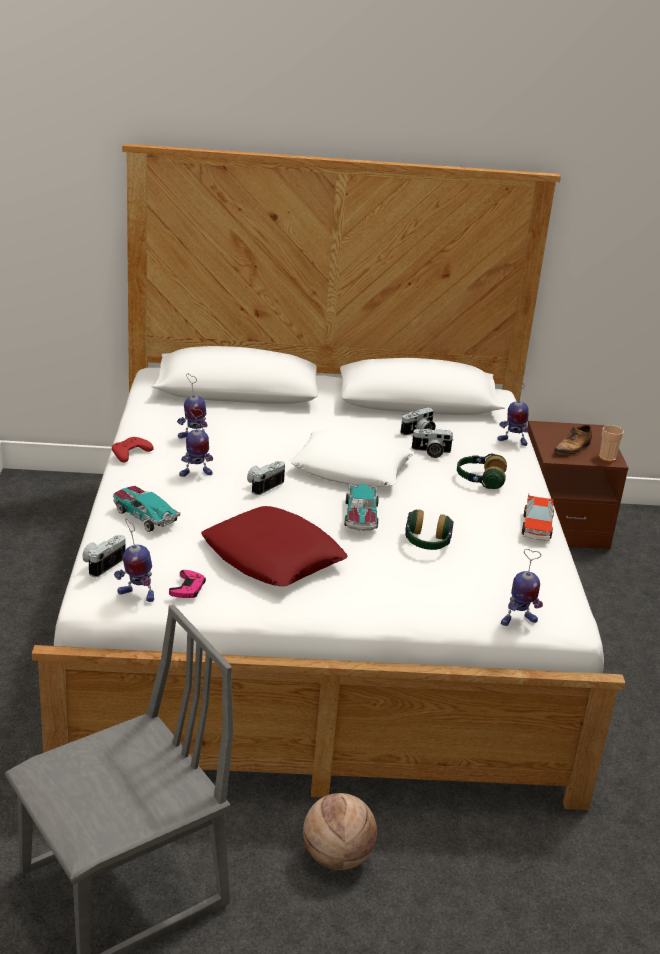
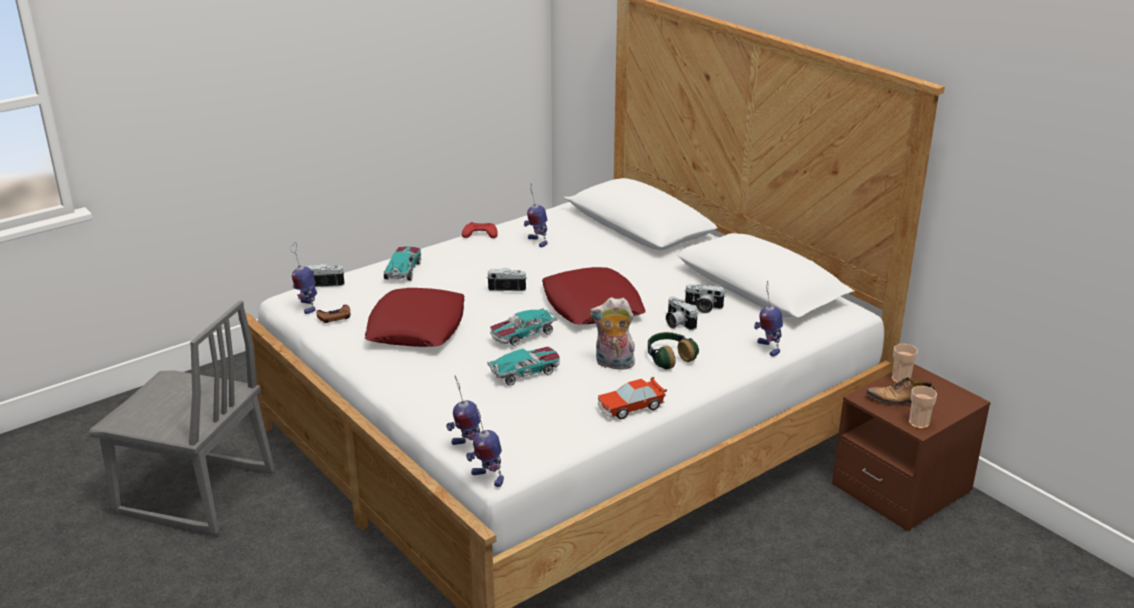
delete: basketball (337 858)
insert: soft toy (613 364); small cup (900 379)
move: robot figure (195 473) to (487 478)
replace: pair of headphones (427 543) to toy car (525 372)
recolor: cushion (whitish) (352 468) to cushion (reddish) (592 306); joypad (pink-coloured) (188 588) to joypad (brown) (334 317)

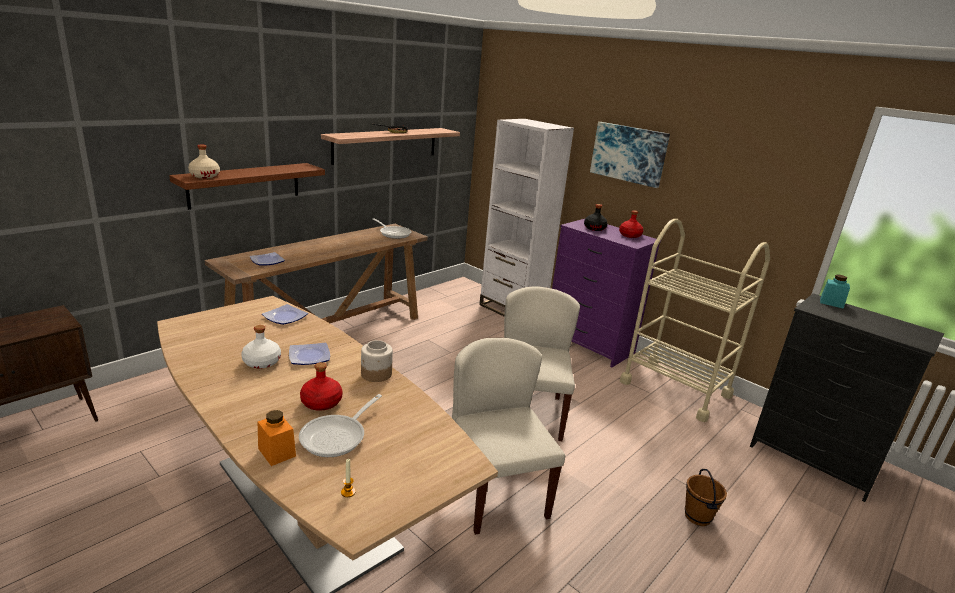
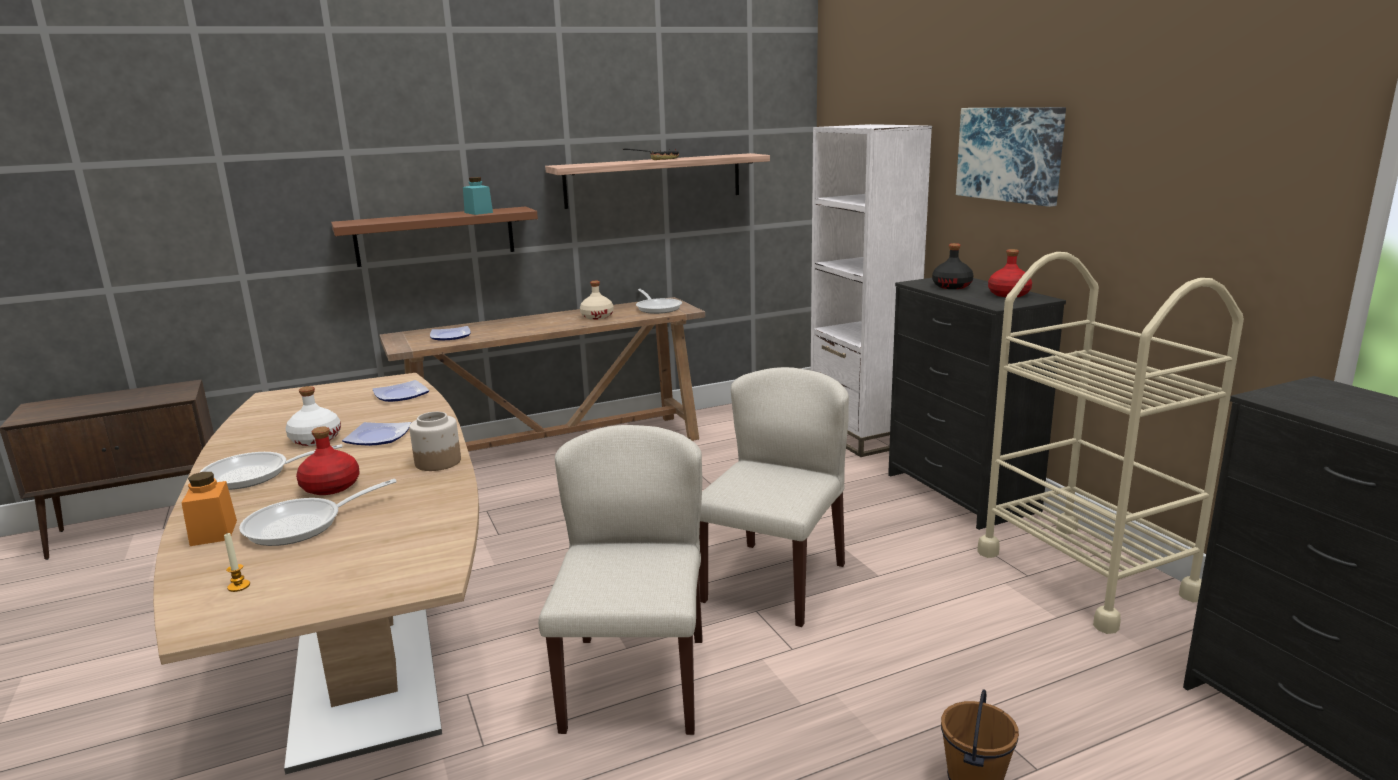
insert: skillet (254 475)
move: beverage bottle (sand-coloured) (205 176) to (597 316); preserve jar (turquoise) (831 303) to (478 212)
recolor: chest of drawers (purple) (589 344) to chest of drawers (black) (960 493)

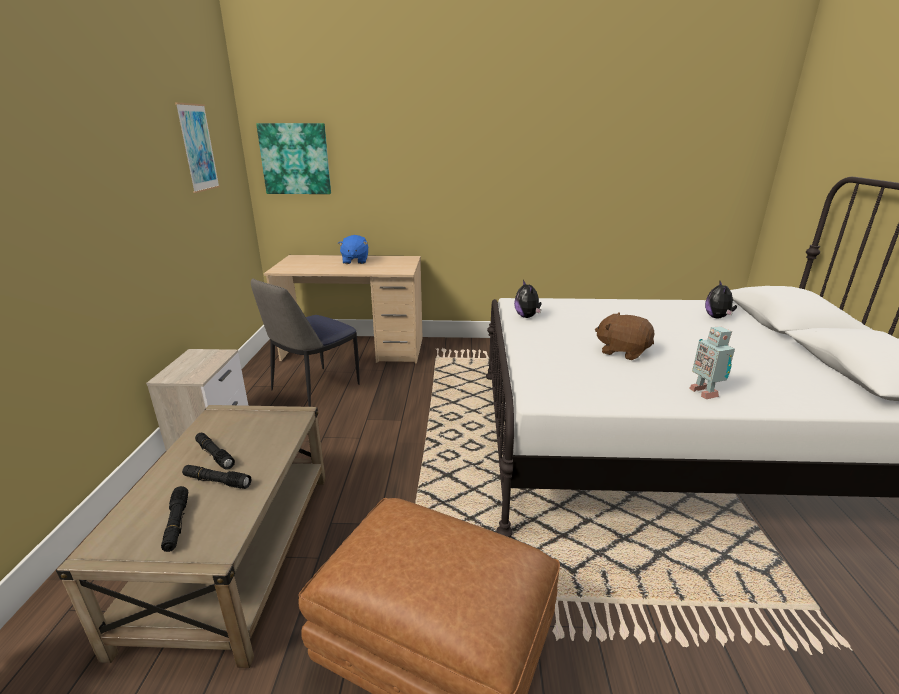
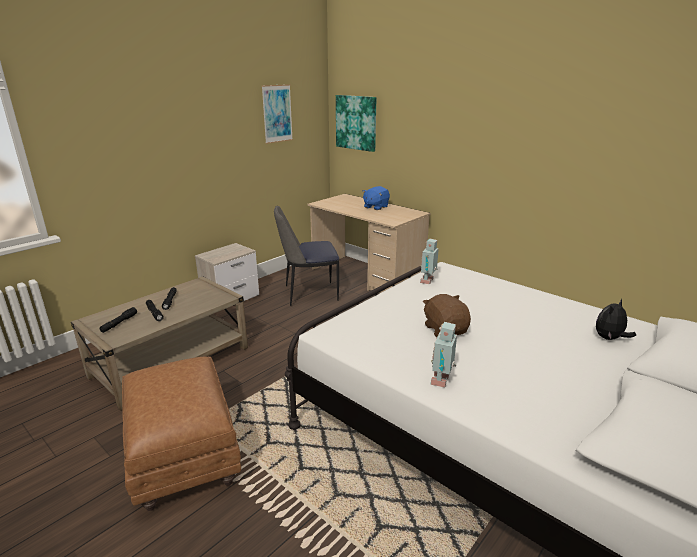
replace: soft toy (527 316) to robot figure (428 281)

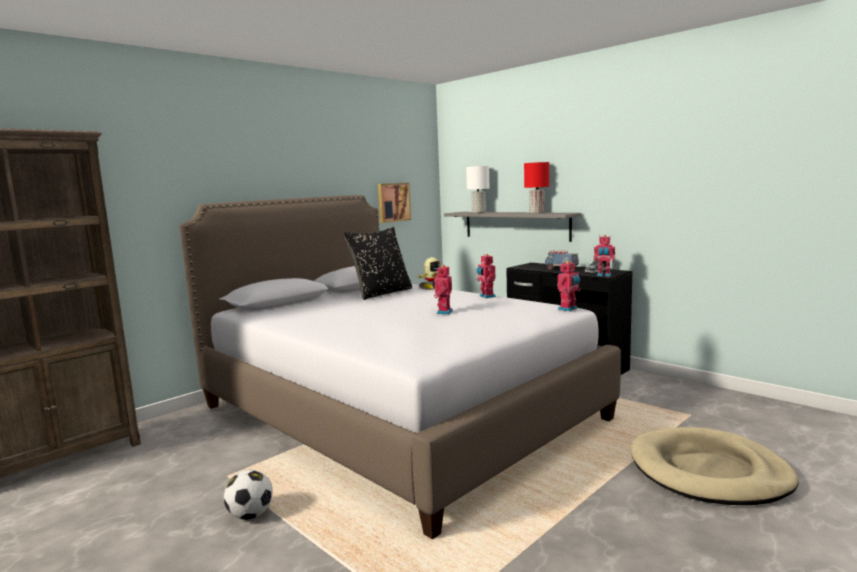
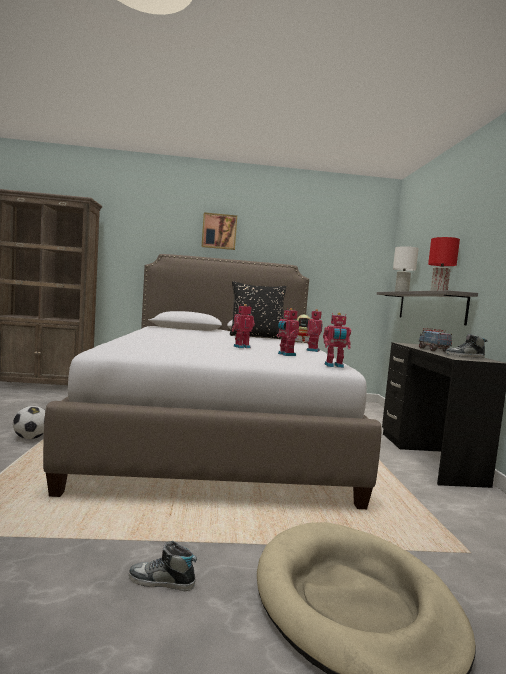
insert: shoe (161 581)
move: picture (393 202) to (219 231); robot figure (604 275) to (285 354)

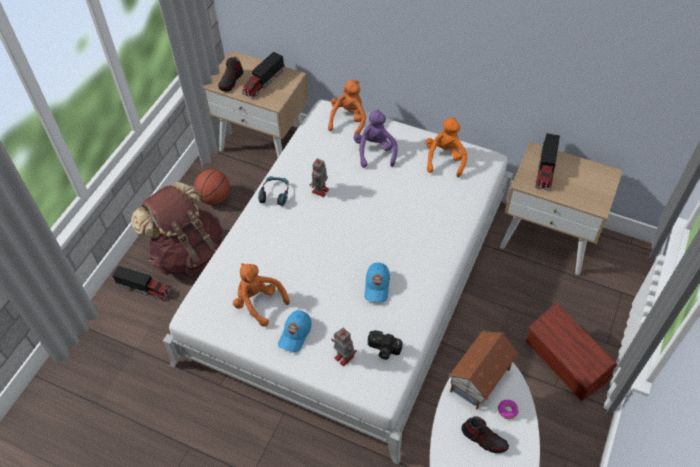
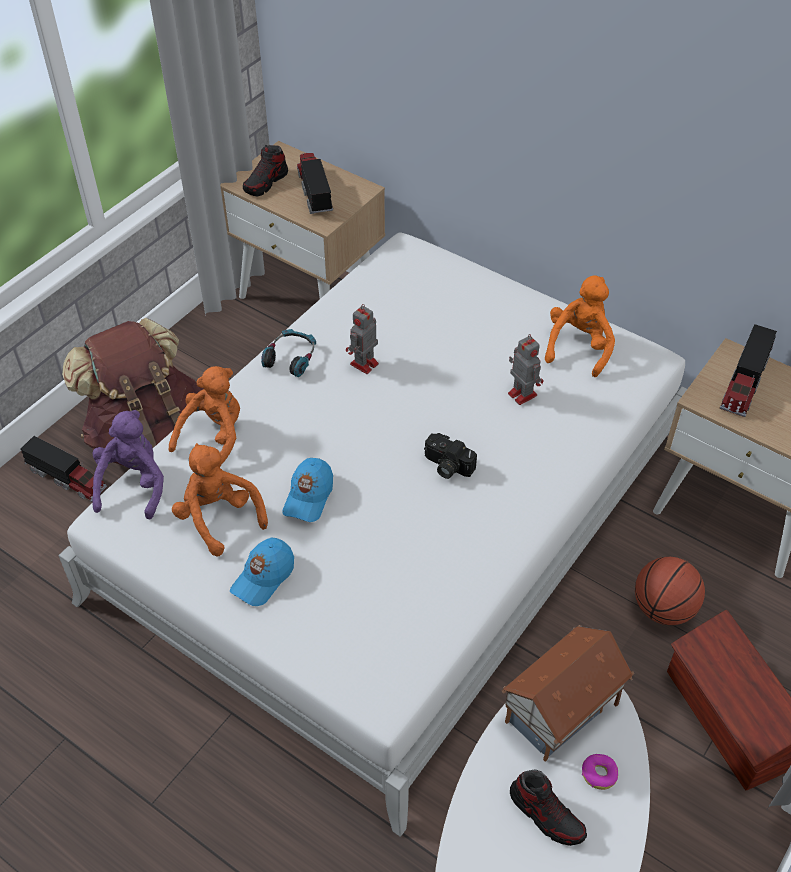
move: soft toy (orange) (349 120) to (214 437); soft toy (purple) (375 151) to (133 485); basketball (214 198) to (663 608); cap (blue-coloured) (377 286) to (308 497); robot figure (343 356) to (521 393); photo camera (383 349) to (446 466)
rotate: toy lorry (263 82) = (314 191) 120 degrees clockwise

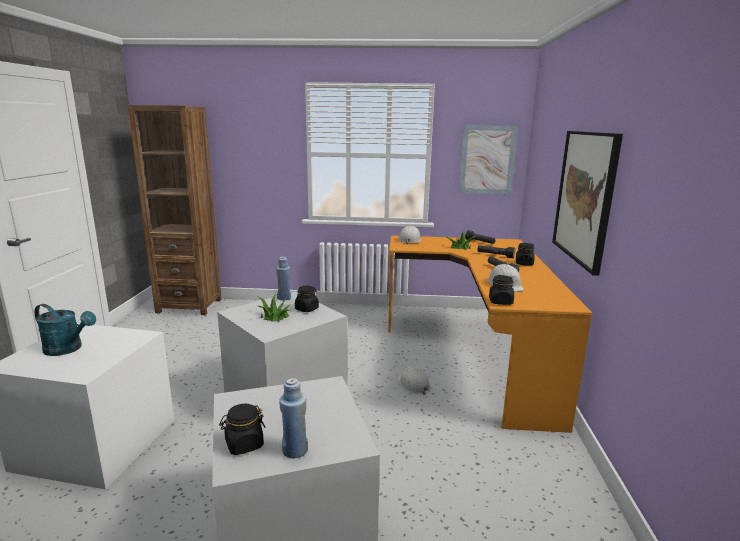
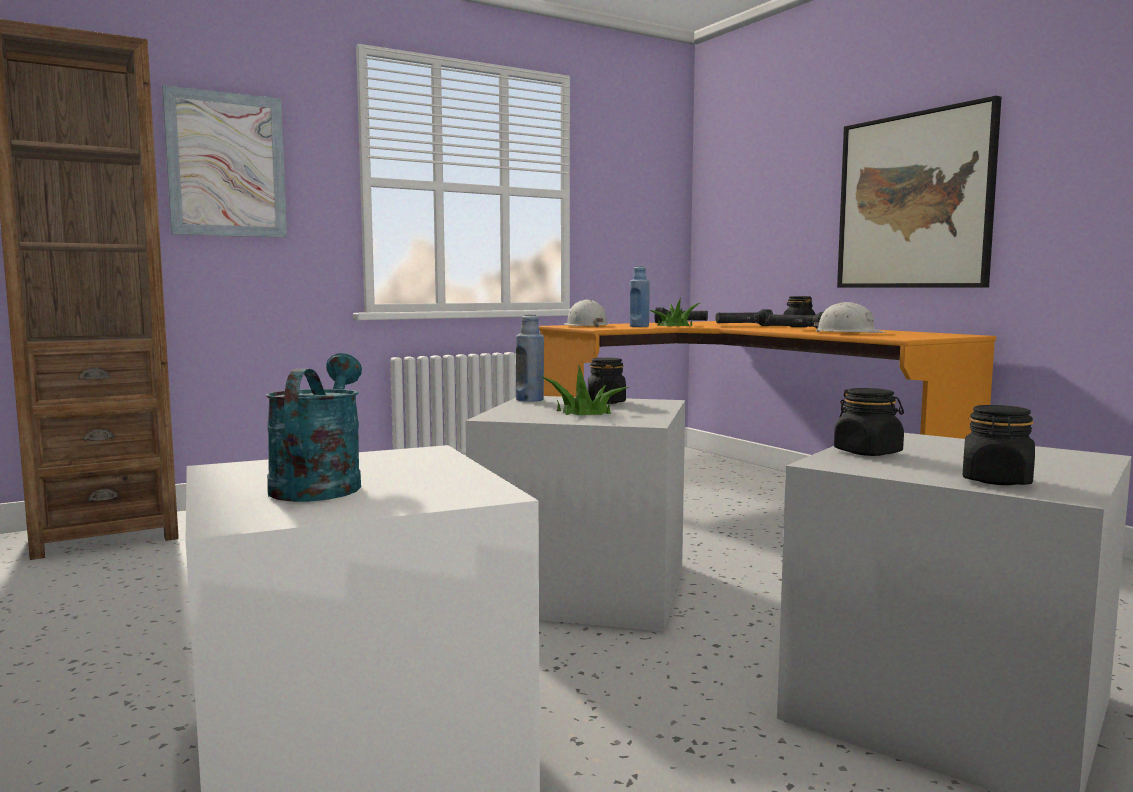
delete: hard hat (whitish) (413 384)
move: picture (487 160) to (226 165); preserve jar (black) (500 302) to (868 452); beverage bottle (blue-coloured) (295 450) to (639 326)
rotate: watering pot (turquoise) (68 349) = (320 484) 75 degrees counterclockwise

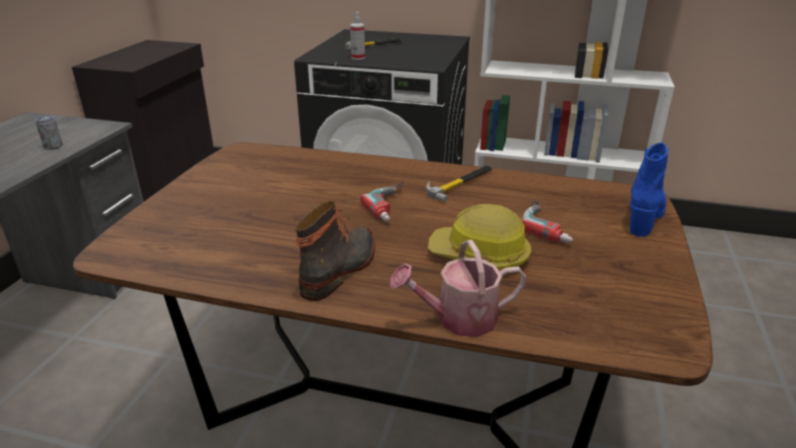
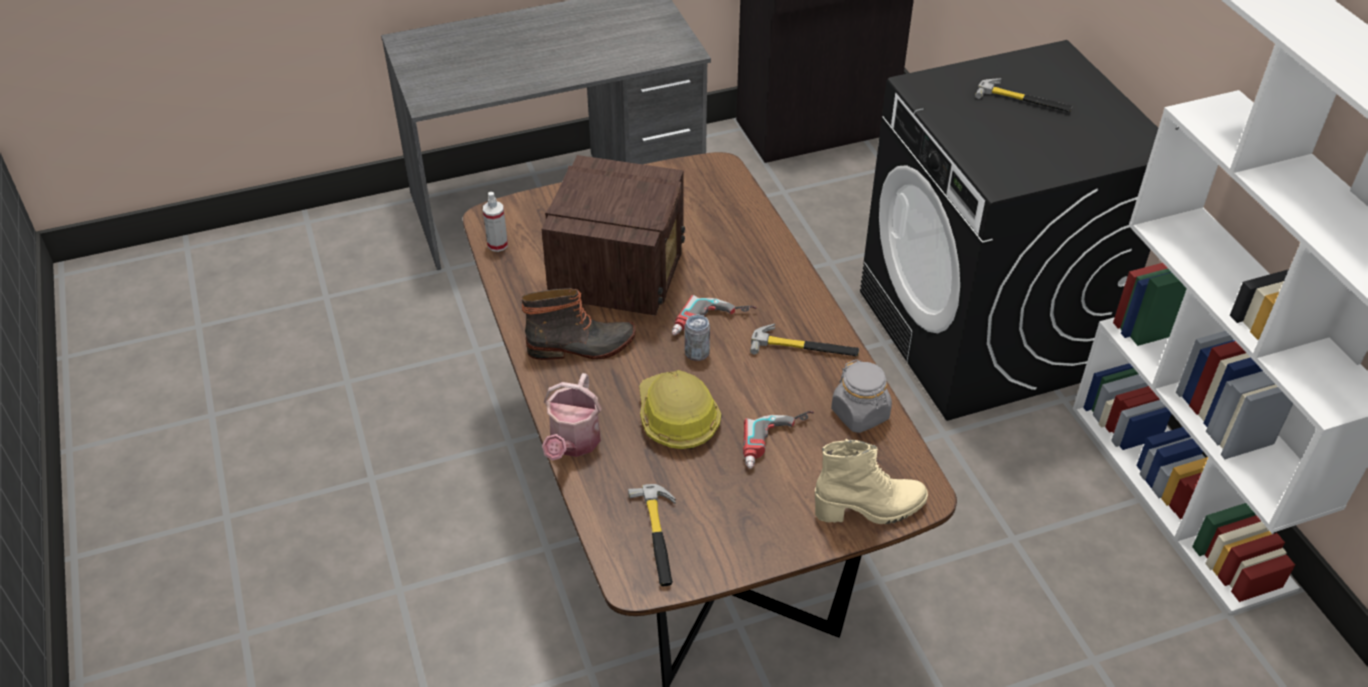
insert: radio (619 273); preserve jar (greyish) (860 414); hammer (658 537)
move: hand sprayer (358 58) to (497 245); can (53 146) to (697 353)
recolor: boot (blue-coloured) (644 216) to boot (sand-coloured) (870 509)
rotate: watering pot (458 319) = (572 443) 120 degrees counterclockwise

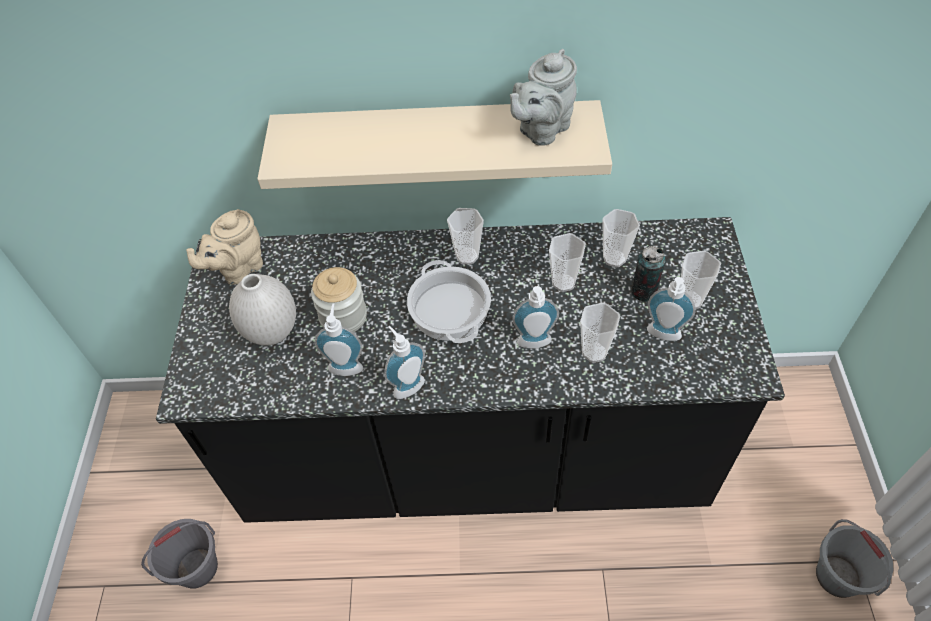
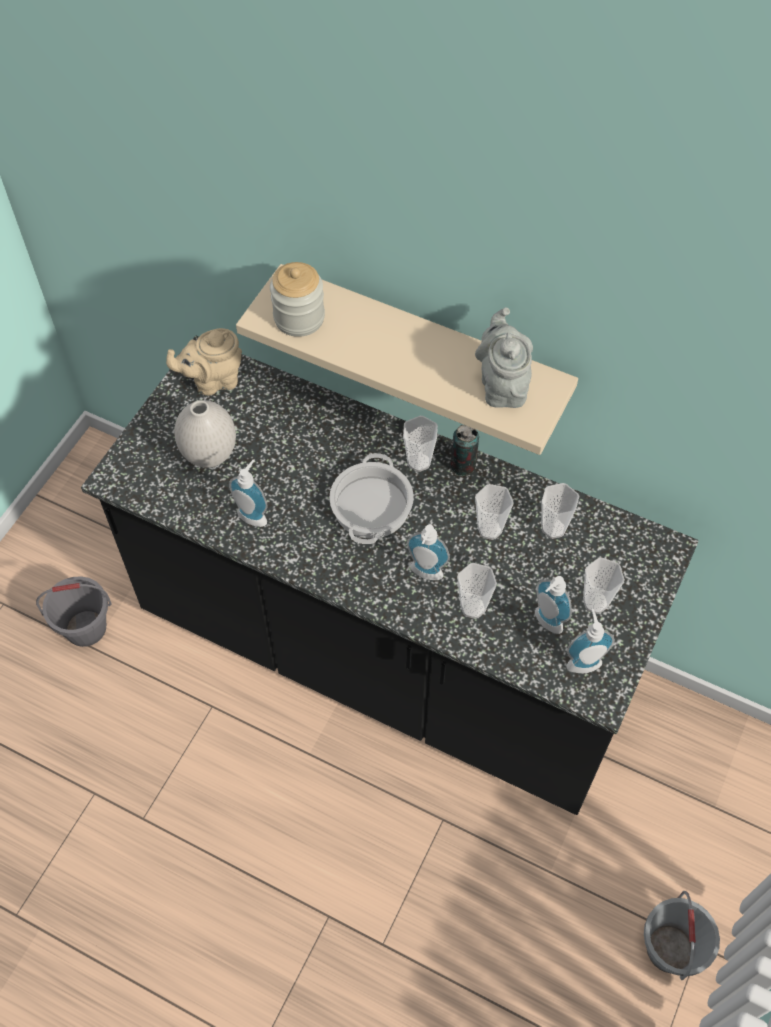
move: can (643 292) to (463 465); preserve jar (343 317) to (299 318); liquid soap bottle (406 385) to (583 661)
rotate: tea pot (greyish) (541 130) = (502 385) 105 degrees clockwise

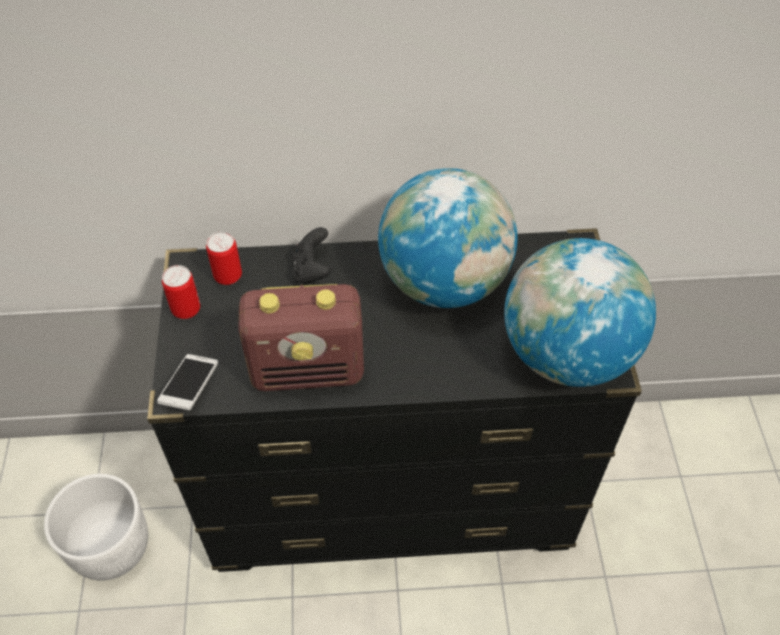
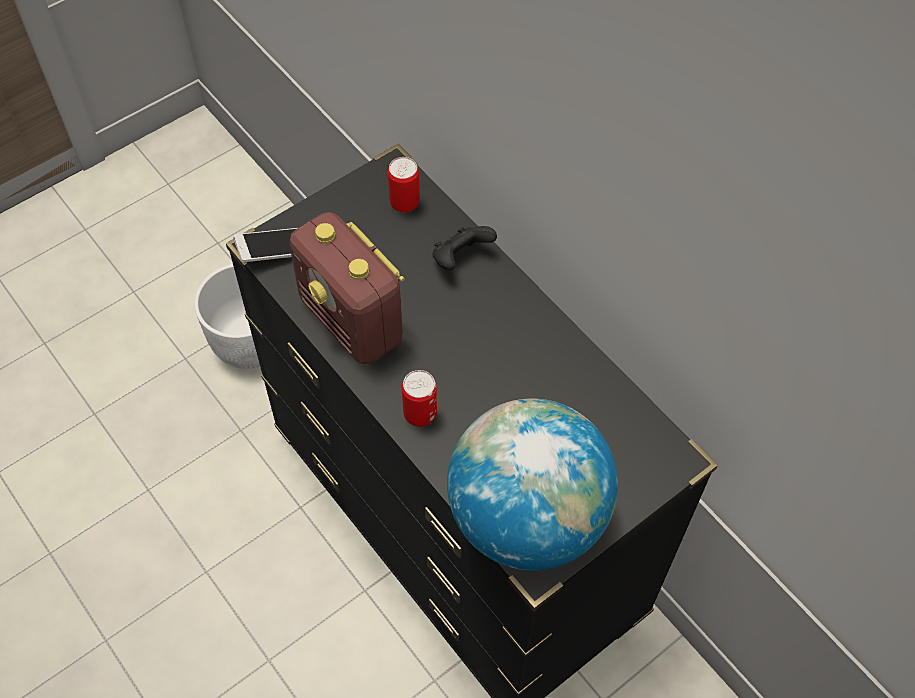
delete: world globe (444 282)
move: can (186 309) to (420 414)

